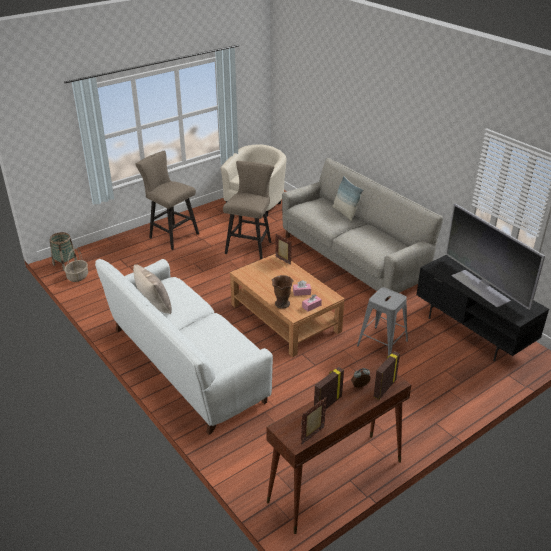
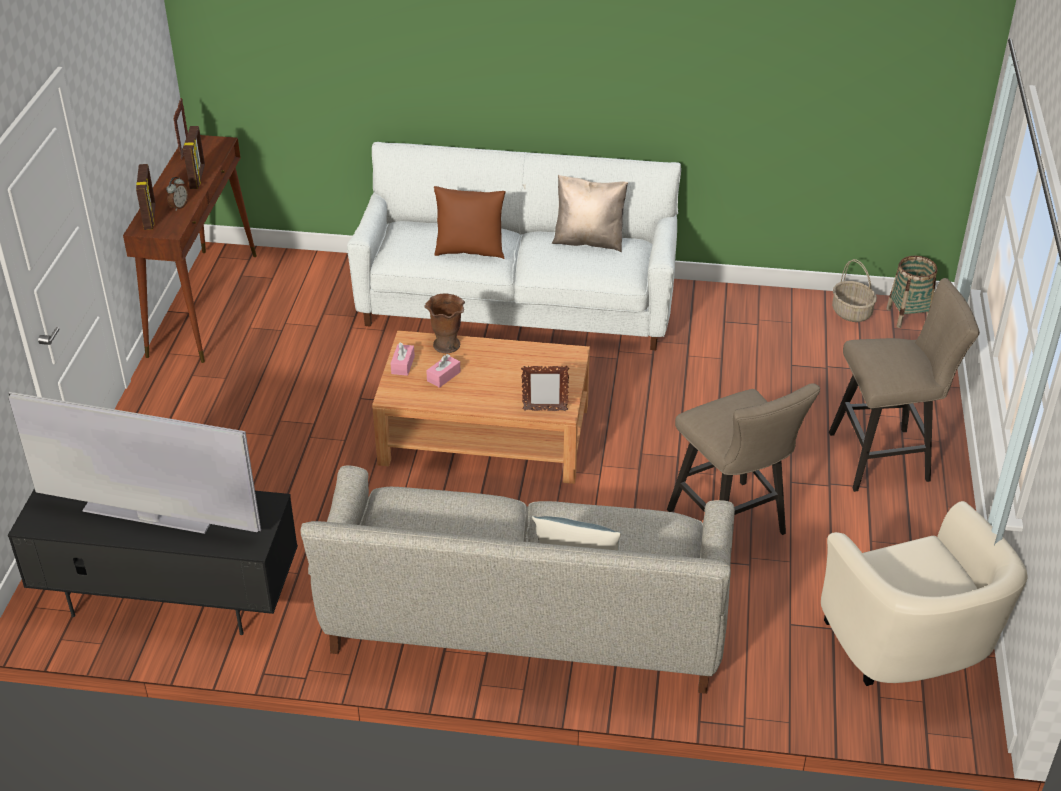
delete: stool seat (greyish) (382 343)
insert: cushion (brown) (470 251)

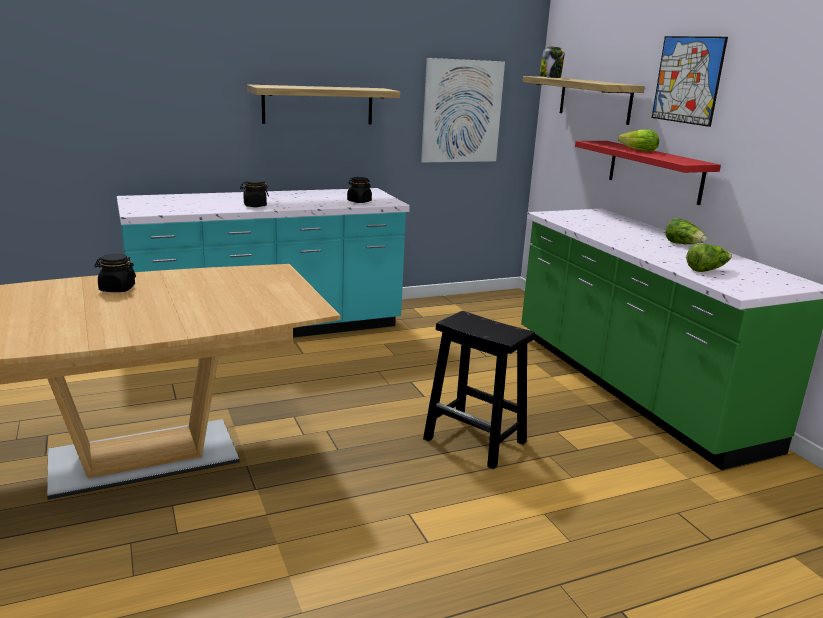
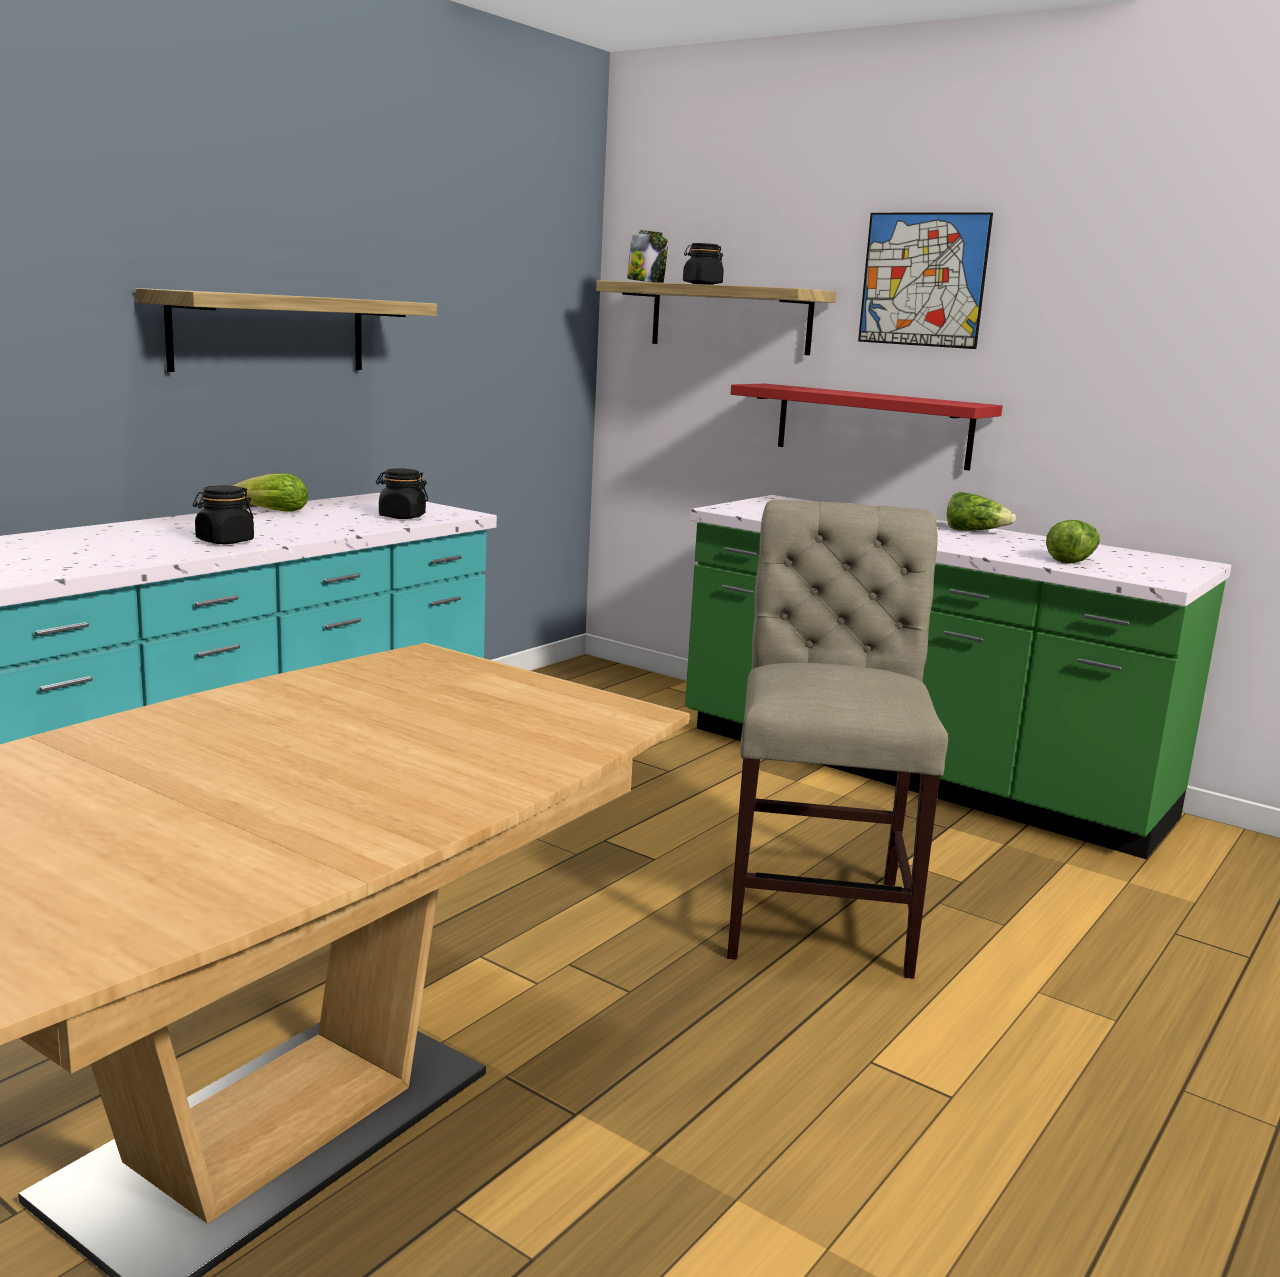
delete: picture (462 111)
move: lettuce (636 150) to (269 511); preserve jar (black) (117 289) to (702 284)
replace: stool seat (black) (476 441) to chair (sand-coloured) (819 910)

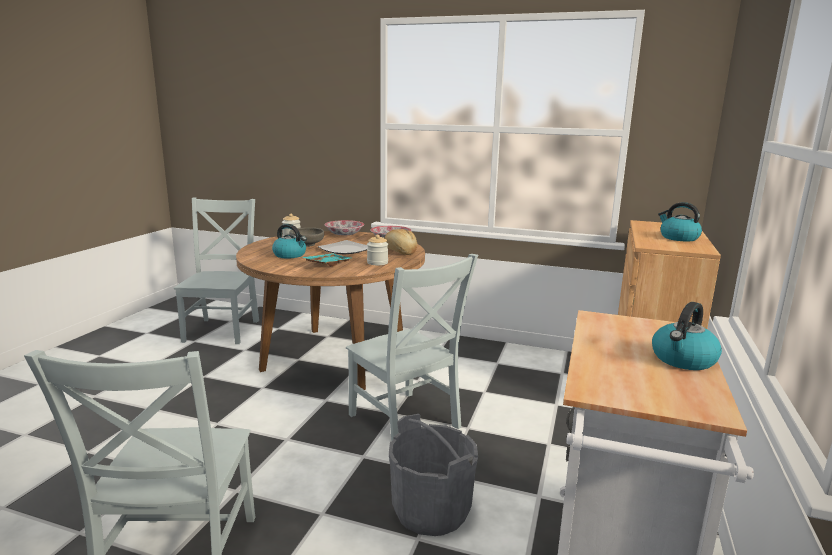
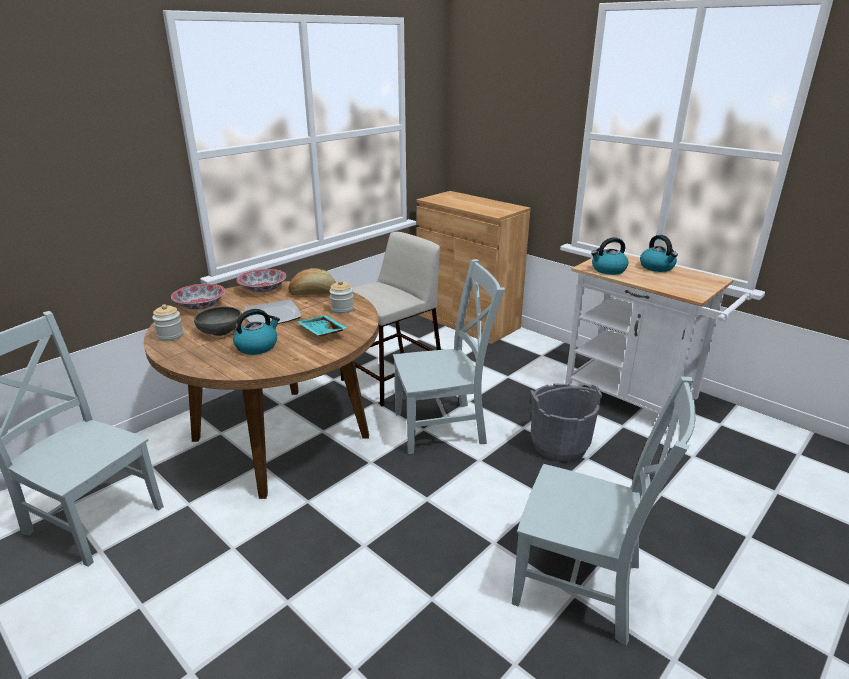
insert: stool seat (sand-coloured) (392 378)
move: water kettle (678 238) to (608 270)

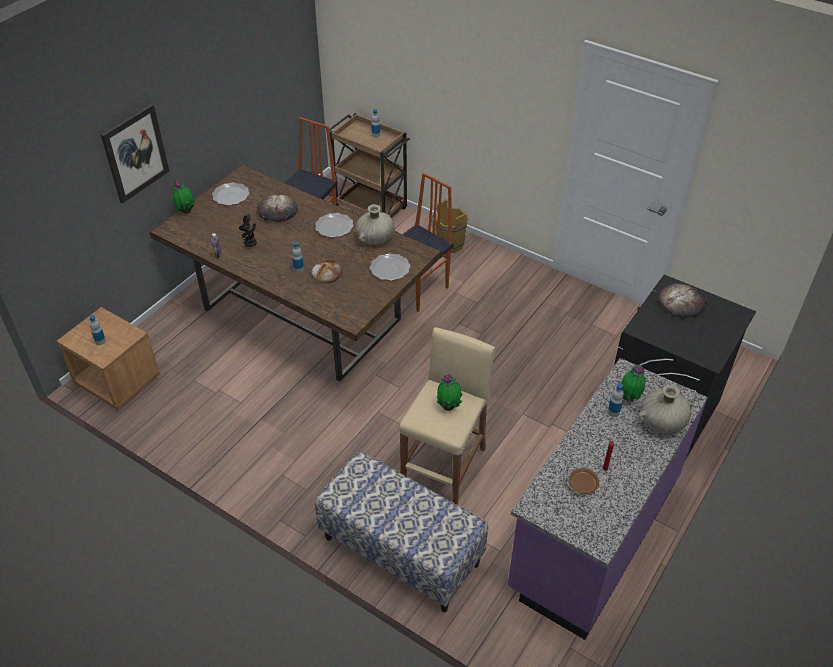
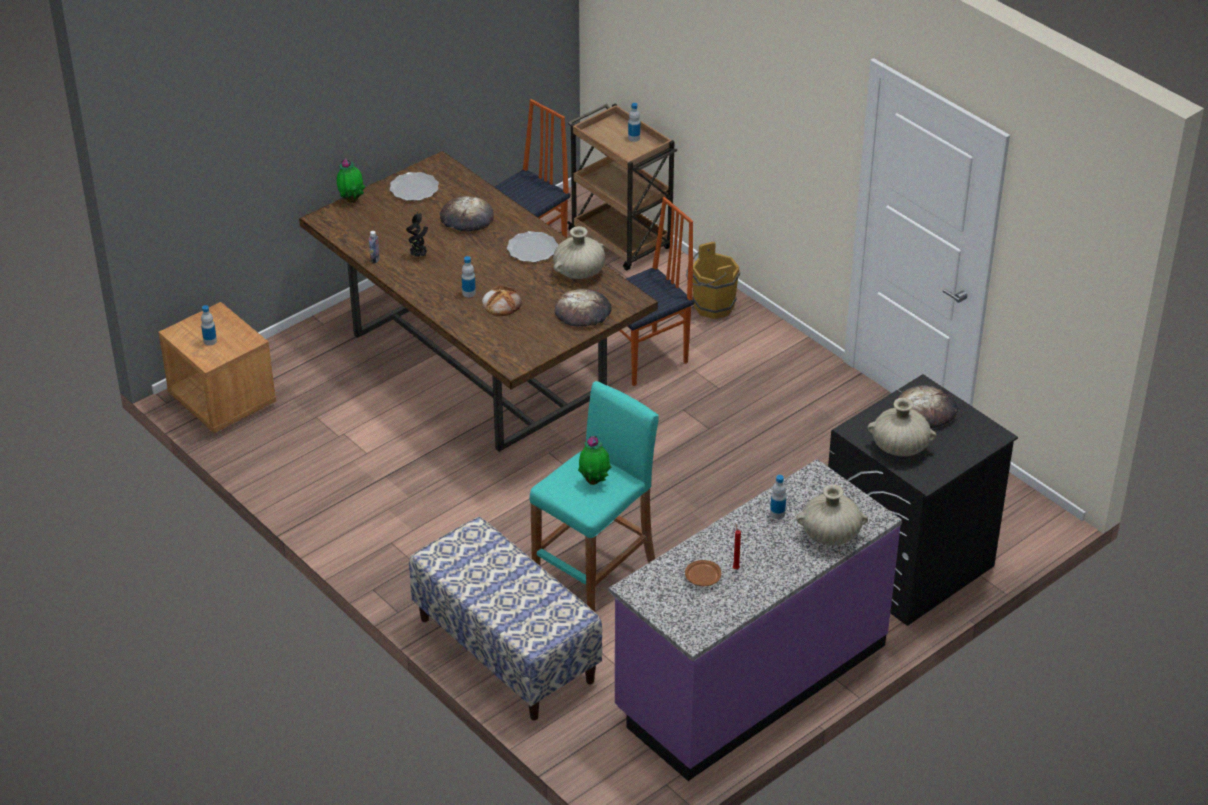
delete: picture (135 153); plant in a pot (629 399)
insert: vase (sand-coloured) (900 447)
replace: plate (390 269) to bread (583 312)
recolor: stool seat (sand-coloured) (444 466) to stool seat (turquoise) (595 571)

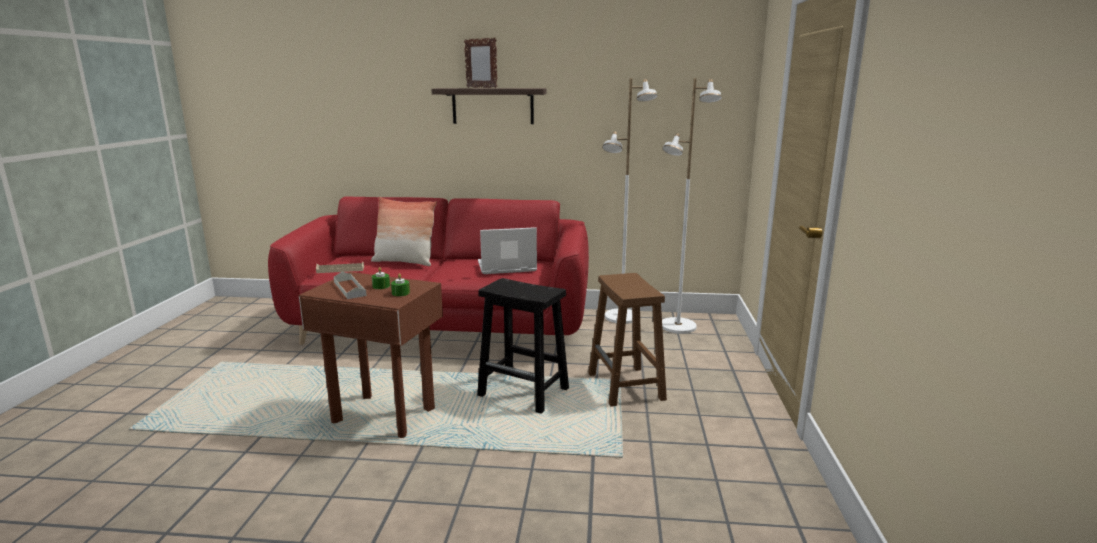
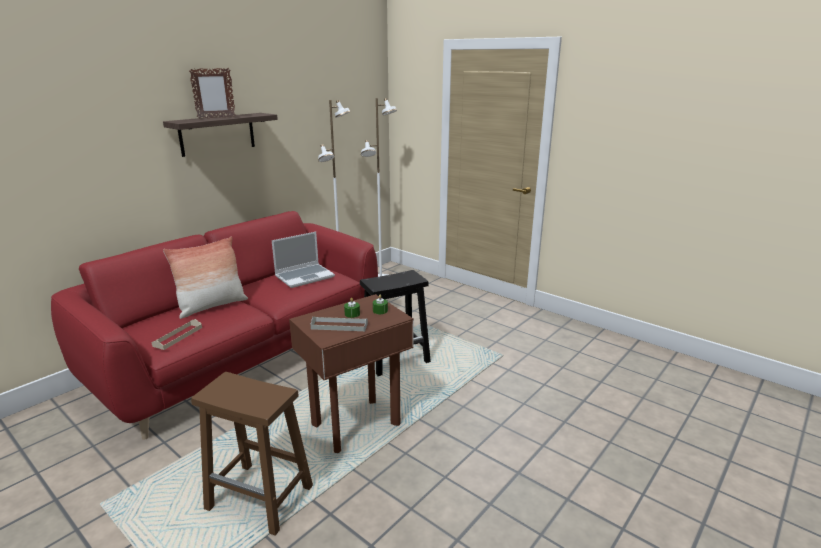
move: stool seat (brown) (626 387) to (261 497)
rotate: laptop (506 267) = (305 276) 150 degrees counterclockwise

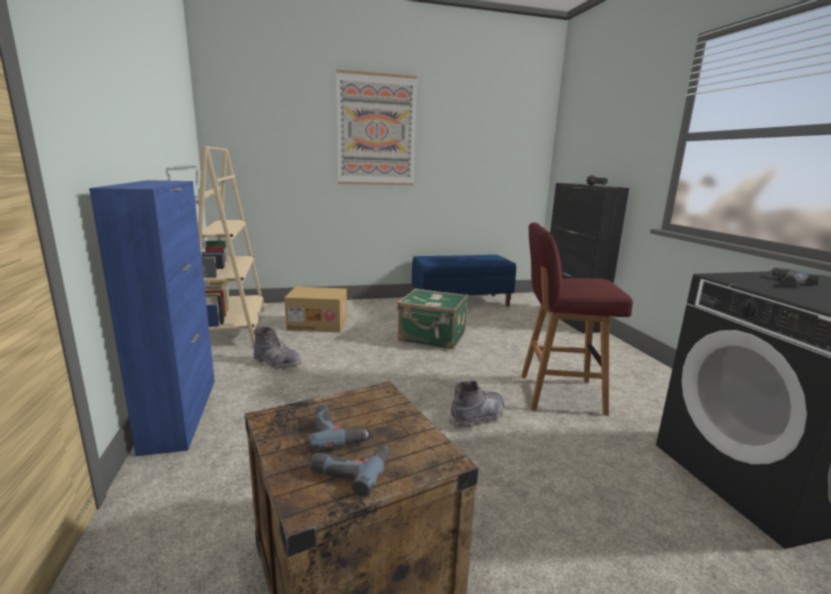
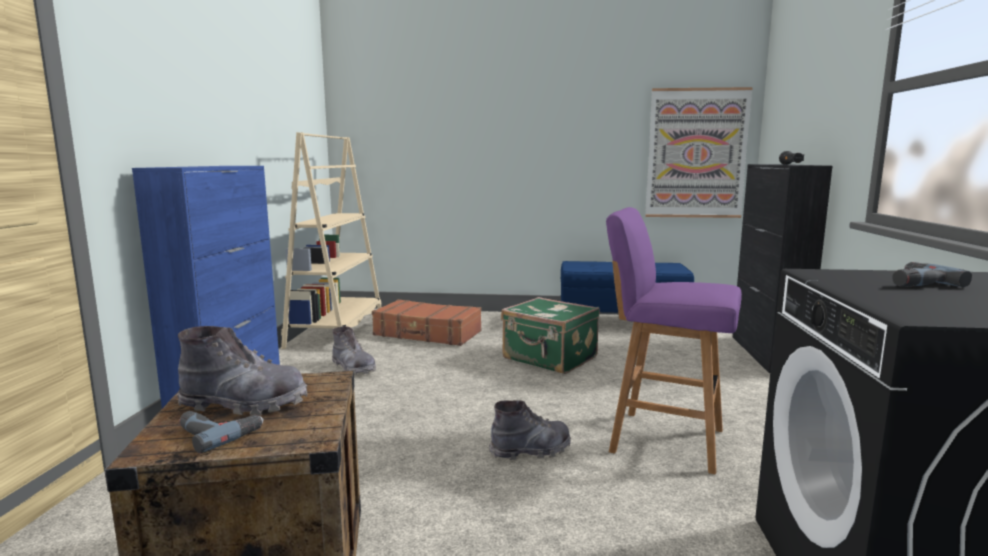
move: picture (376 130) to (696 154)
replace: cardboard box (318 324) to suitcase (brown) (427 334); drill (336 432) to boot (greyish) (244 404)
recolor: stool seat (reddish) (558 394) to stool seat (purple) (663 439)

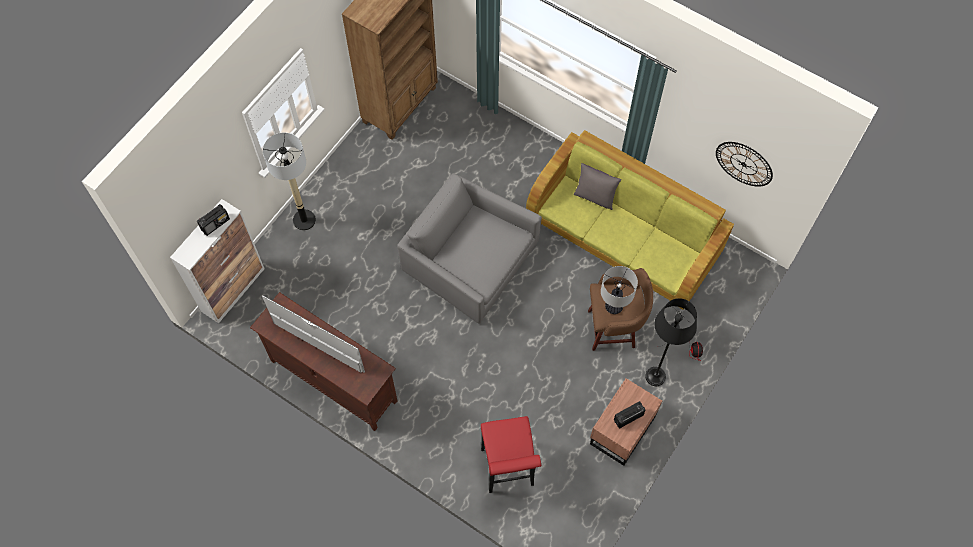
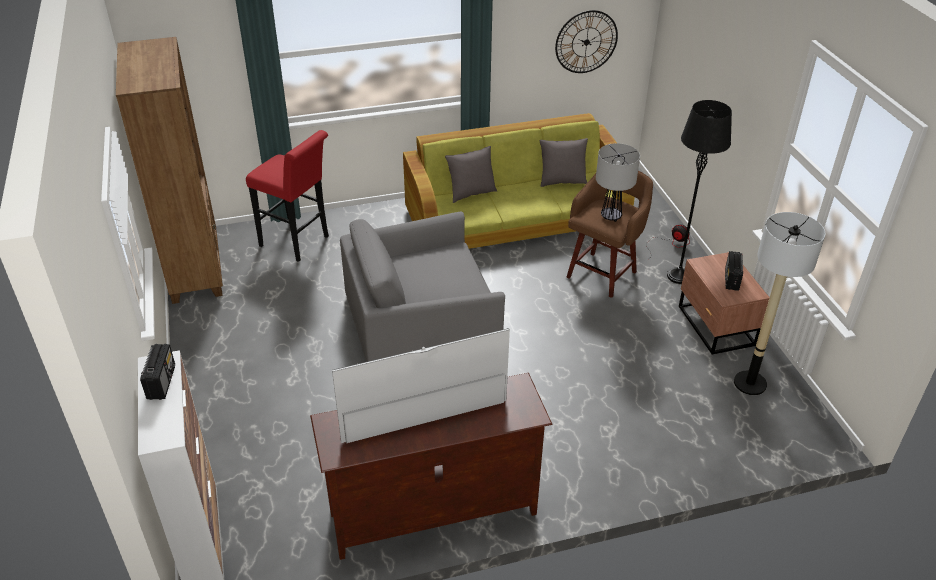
insert: cushion (greyish) (562 181)
move: standing lamp (304 220) to (750 383); stool seat (reddish) (508 471) to (298 243)

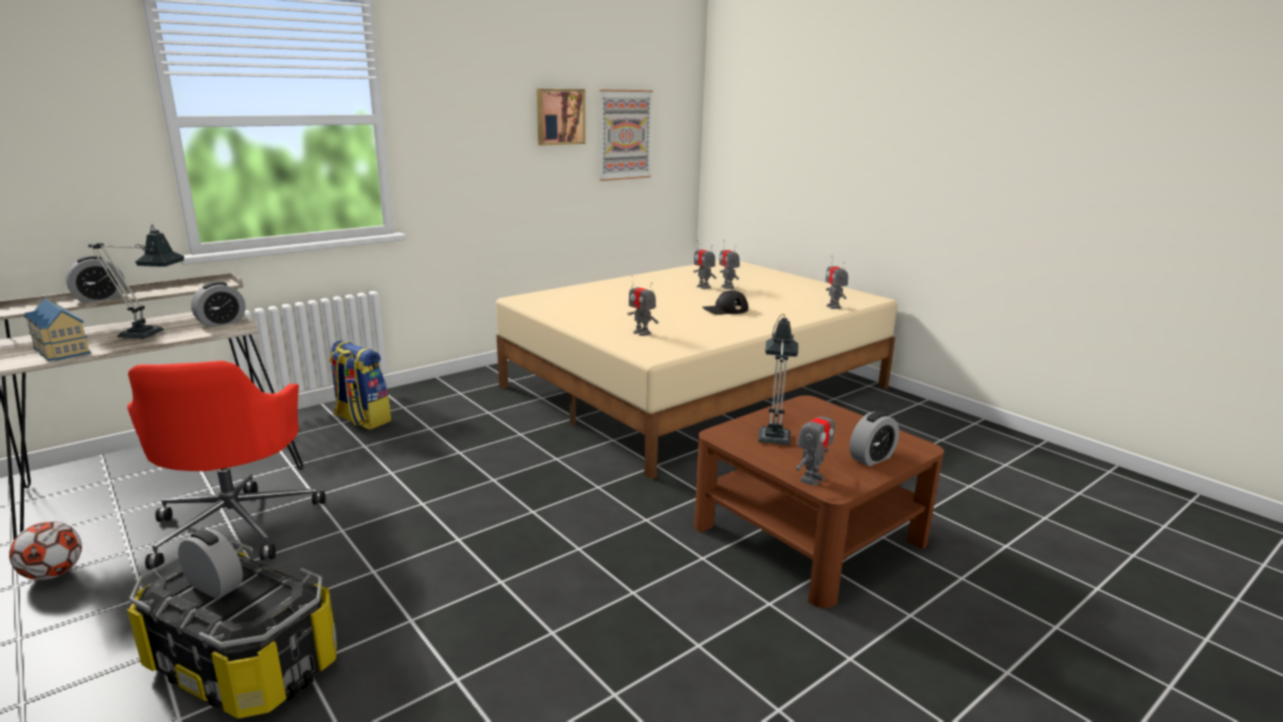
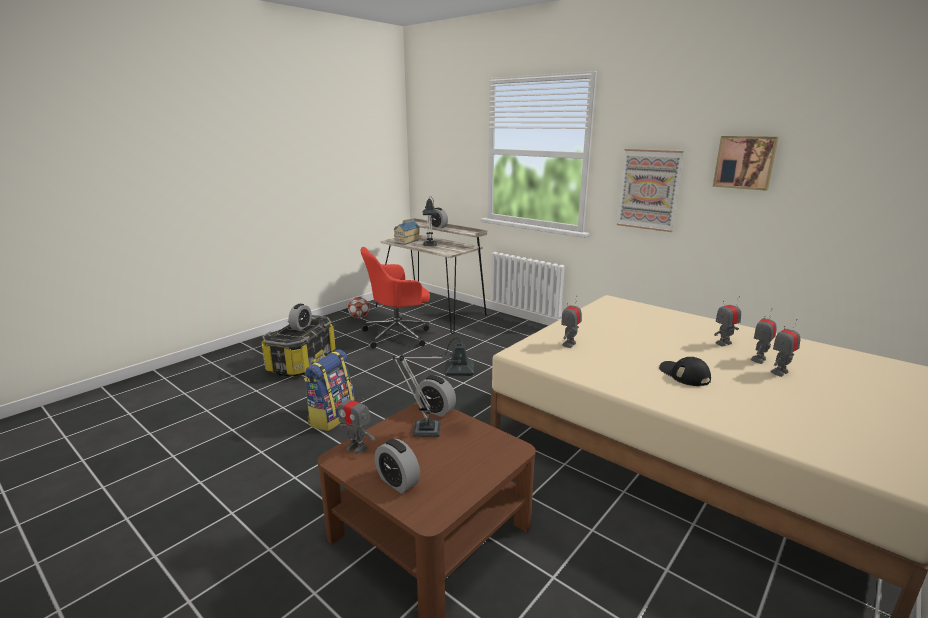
move: picture (625 135) to (649 189); robot figure (833 306) to (723 343); alarm clock (221 323) to (435 410); knapsack (361 420) to (331 417)

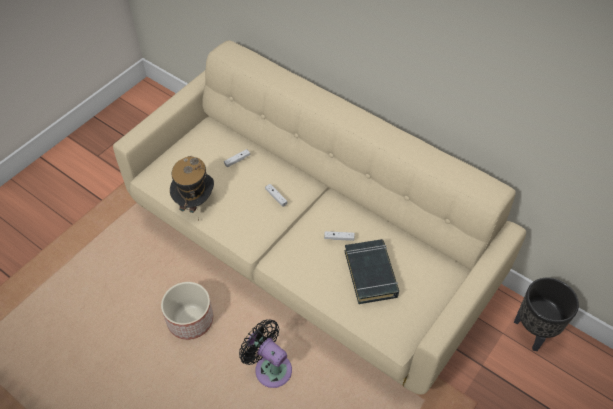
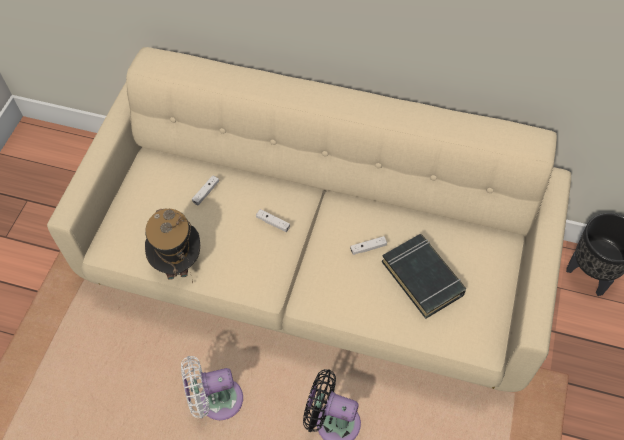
replace: plant pot (190 320) to electric fan (whitish) (216 400)

